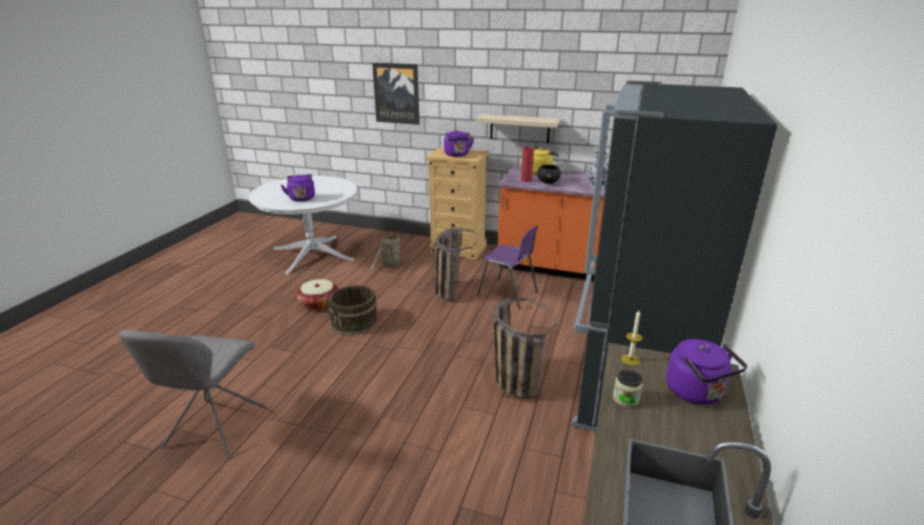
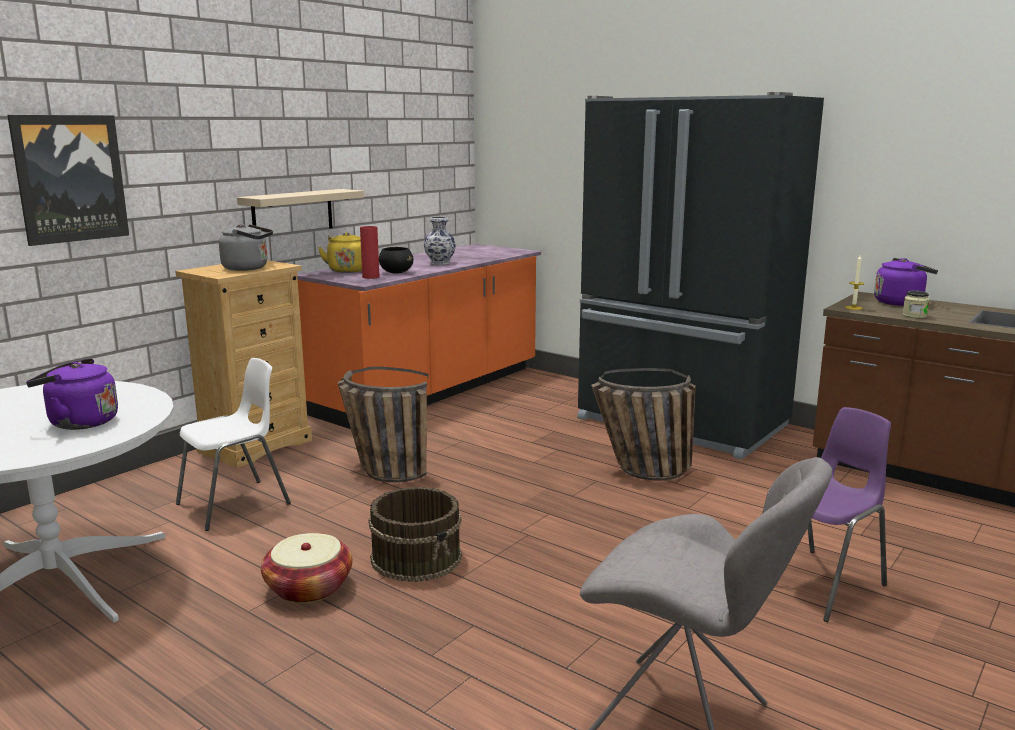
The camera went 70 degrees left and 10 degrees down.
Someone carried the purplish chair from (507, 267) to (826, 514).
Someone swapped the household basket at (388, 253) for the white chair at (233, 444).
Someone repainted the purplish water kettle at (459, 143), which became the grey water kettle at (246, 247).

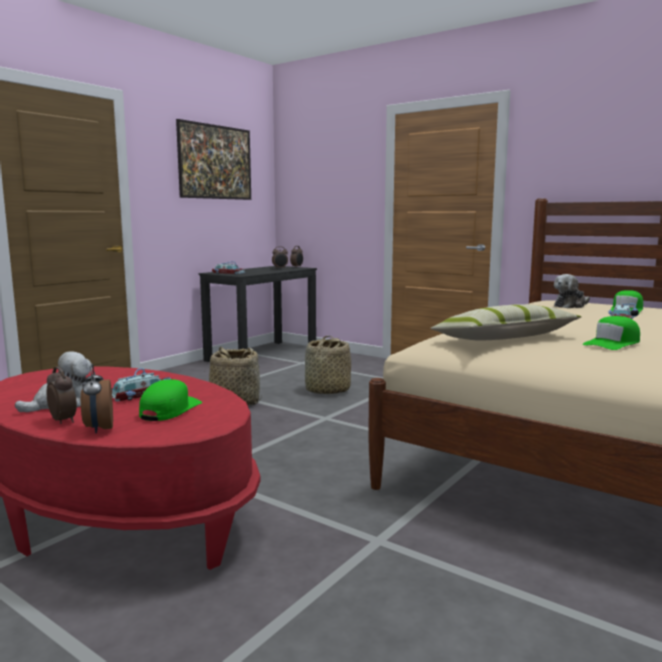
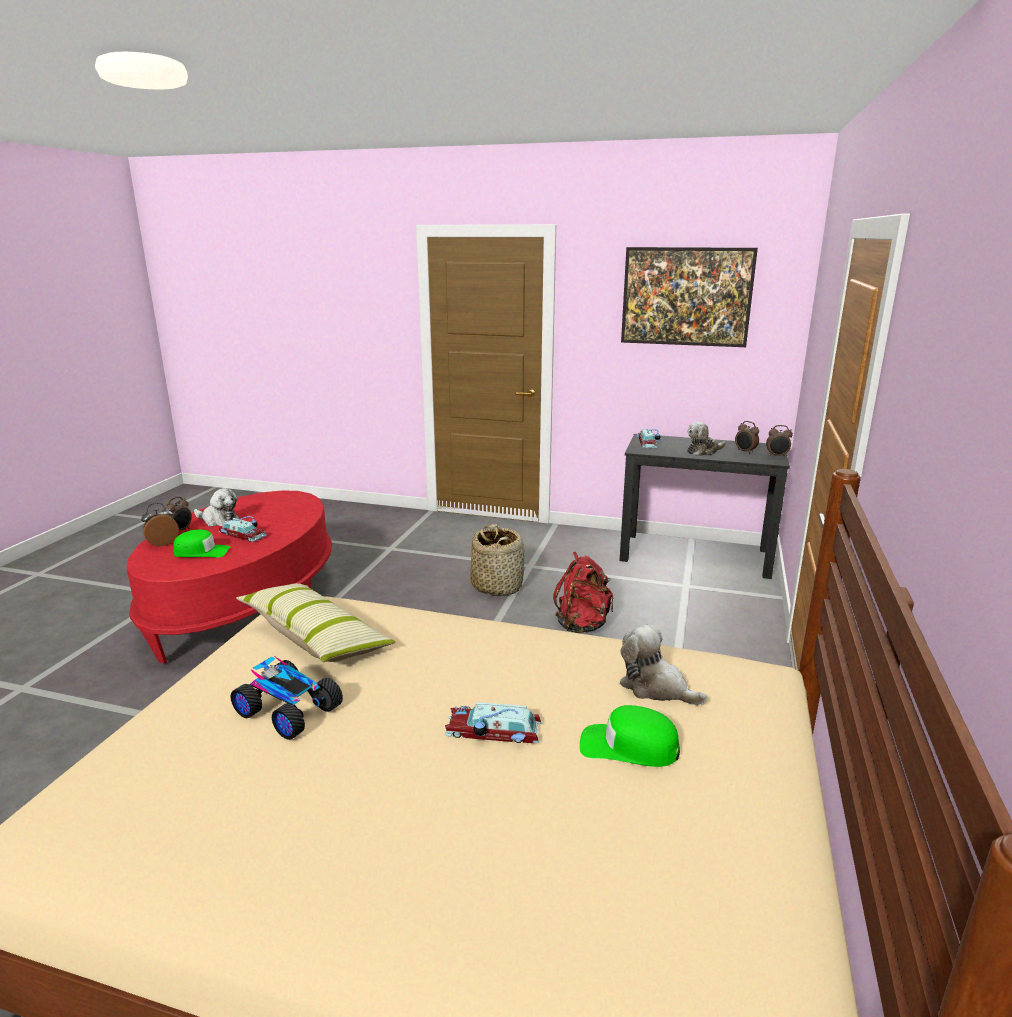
The camera went 70 degrees right and 10 degrees up.
Someone put down the plush toy at (706, 439).
Someone swapped the household basket at (328, 365) for the red-coloured rucksack at (583, 592).
Someone swapped the green-coloured peaked cap at (611, 333) for the model car at (287, 698).

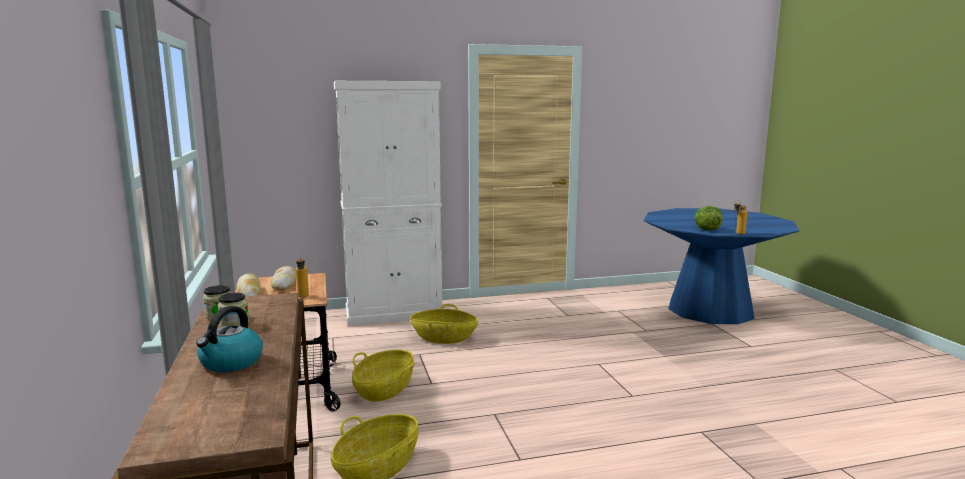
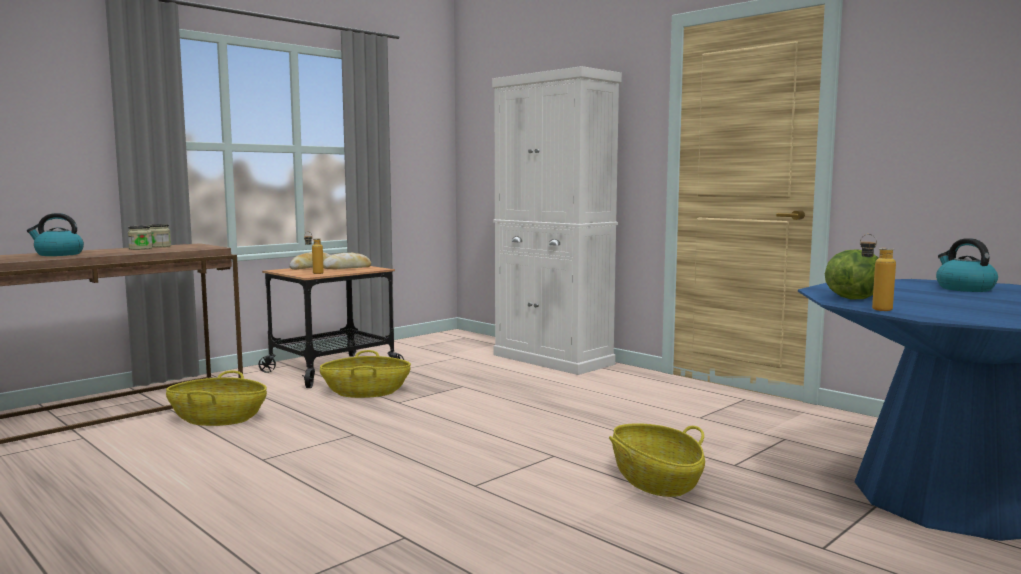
The camera went 60 degrees right and 5 degrees down.
Someone put down the water kettle at (967, 265).
Someone carried the household basket from (444, 324) to (657, 460).

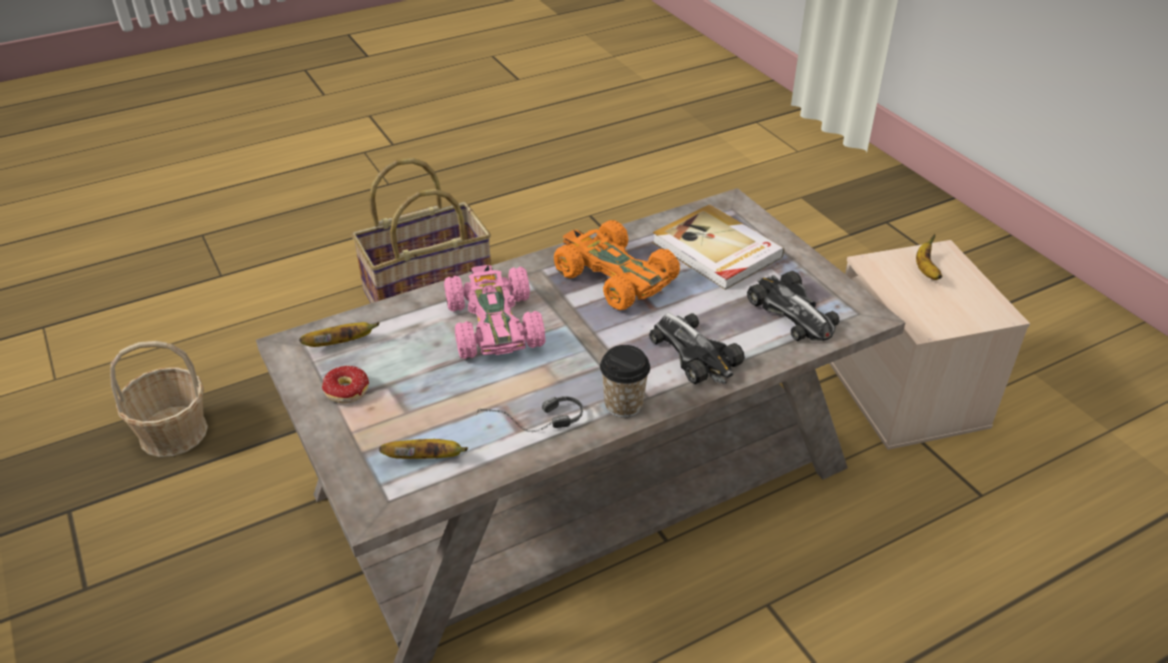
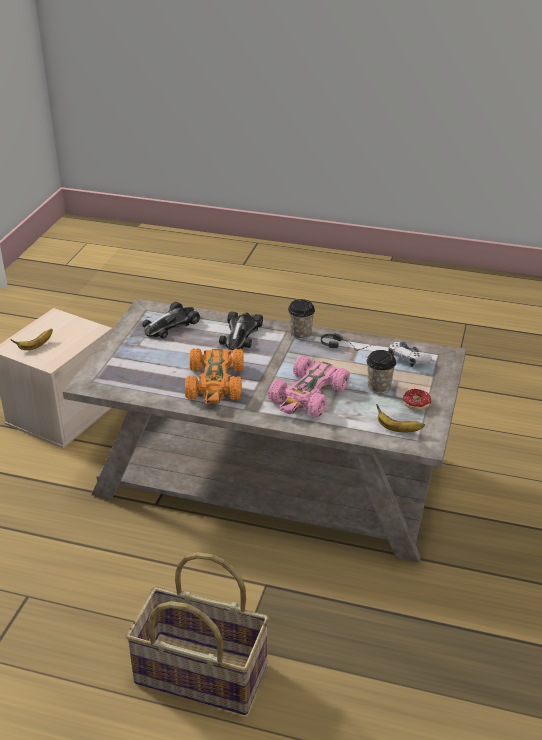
The camera went 135 degrees left and 5 degrees down.
Someone took away the household basket at (159, 399).
Someone took away the volume at (718, 247).
Someone put down the cup at (381, 372).
Someone swapped the banana at (423, 449) for the gamepad at (410, 354).
Someone rotated the model car at (793, 306) by 150 degrees counterclockwise.

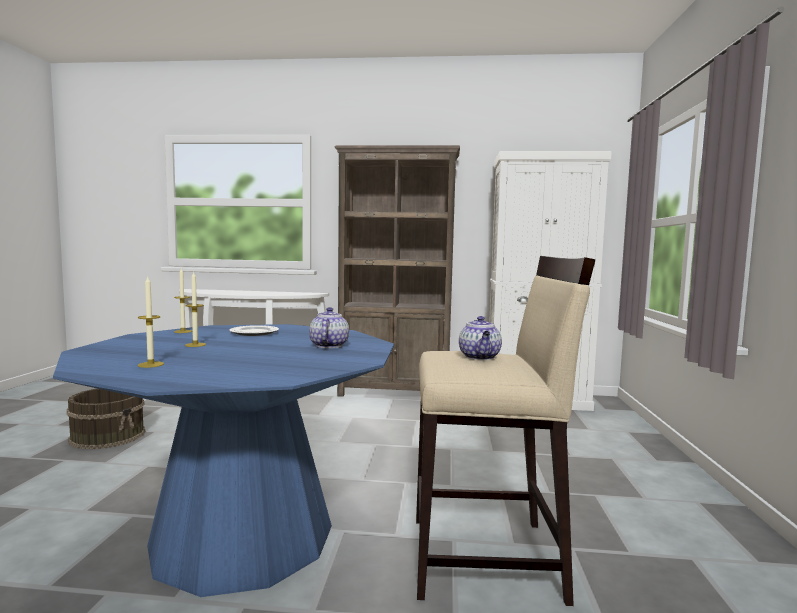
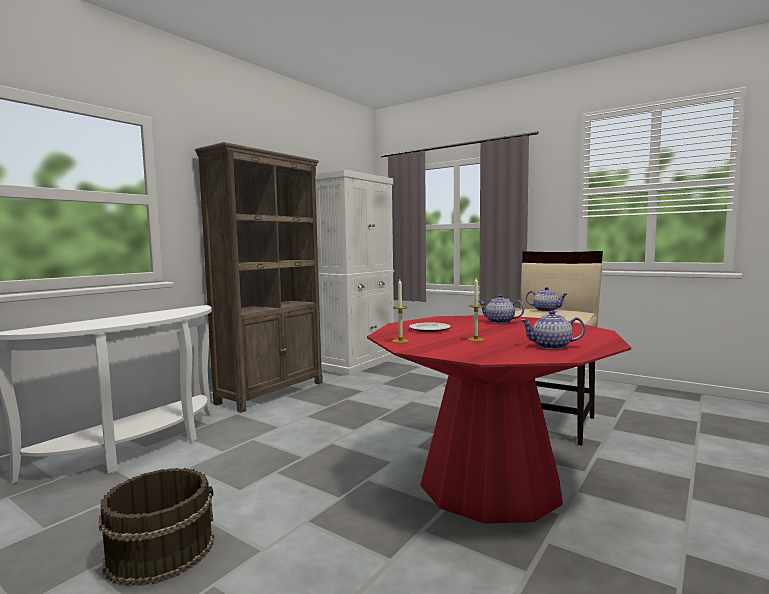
The camera went 60 degrees left and 0 degrees up.
Someone swapped the candle at (151, 321) for the teapot at (553, 329).
Someone repainted the blue dining table at (223, 460), which became the red-coloured dining table at (499, 419).

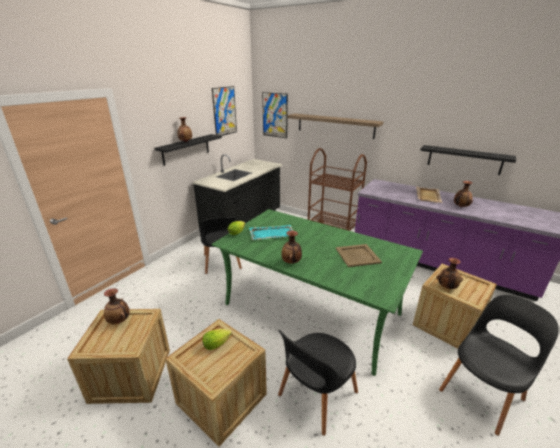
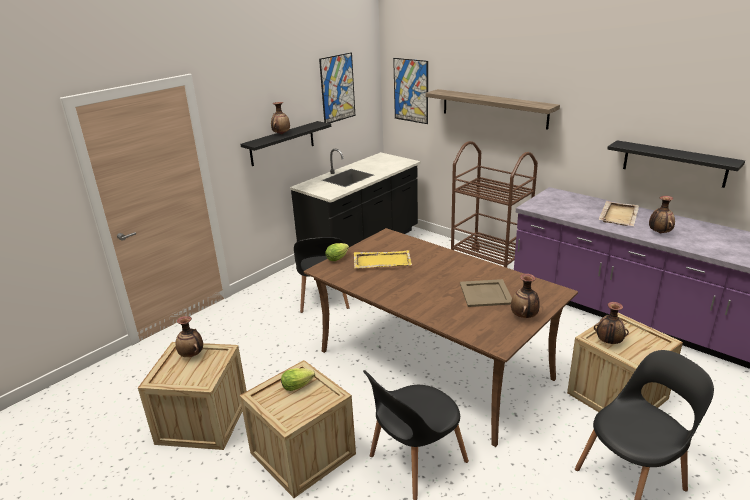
The camera went 10 degrees right and 0 degrees up.
Someone carried the vase from (291, 247) to (525, 296).
Someone repainted the green-coloured dining table at (317, 292), which became the brown dining table at (441, 337).
Someone repainted the blue-green carrying tray at (271, 232), which became the yellow-coloured carrying tray at (383, 259).

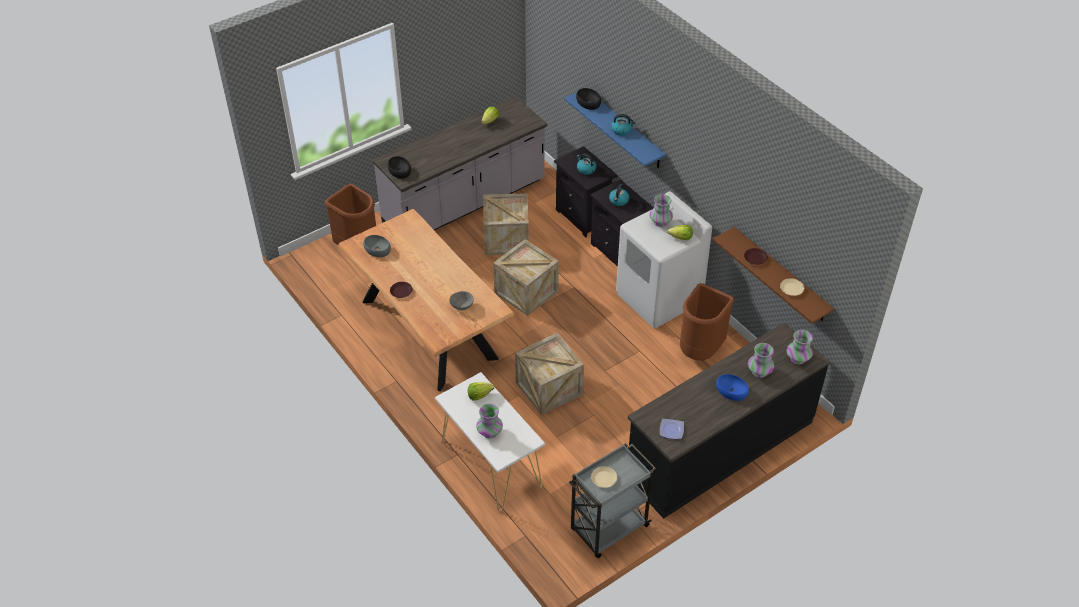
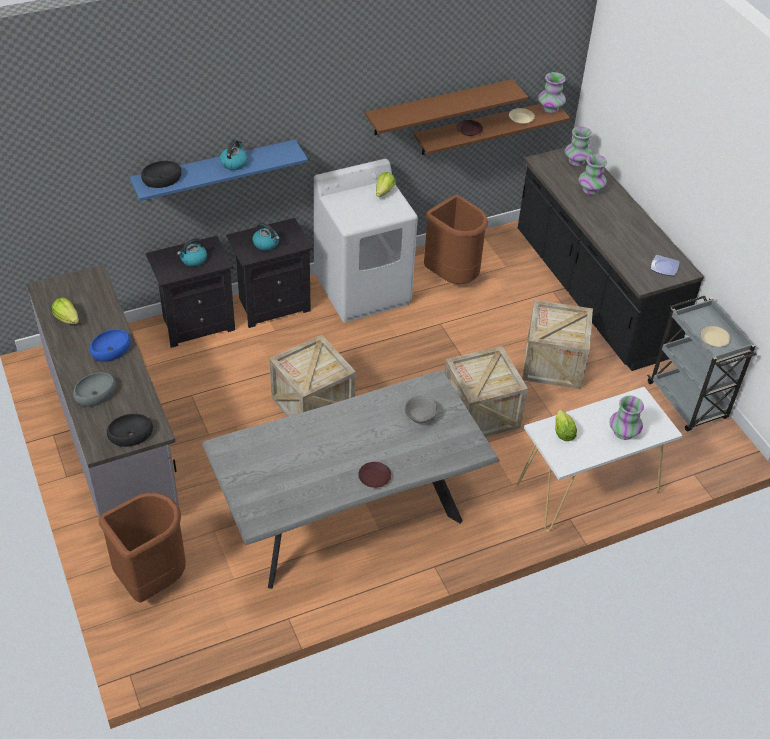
The camera went 80 degrees left and 0 degrees up.
Someone put up the brown shelf at (447, 107).
Someone carried the grey deep dish from (377, 246) to (94, 389).
Someone carried the shipping crate from (506, 224) to (557, 344).
Someone carried the vase from (661, 210) to (552, 92).
Someone carried the blue deep dish from (732, 387) to (110, 345).
Someone repainted the brown dining table at (426, 300), which became the grey dining table at (350, 479).

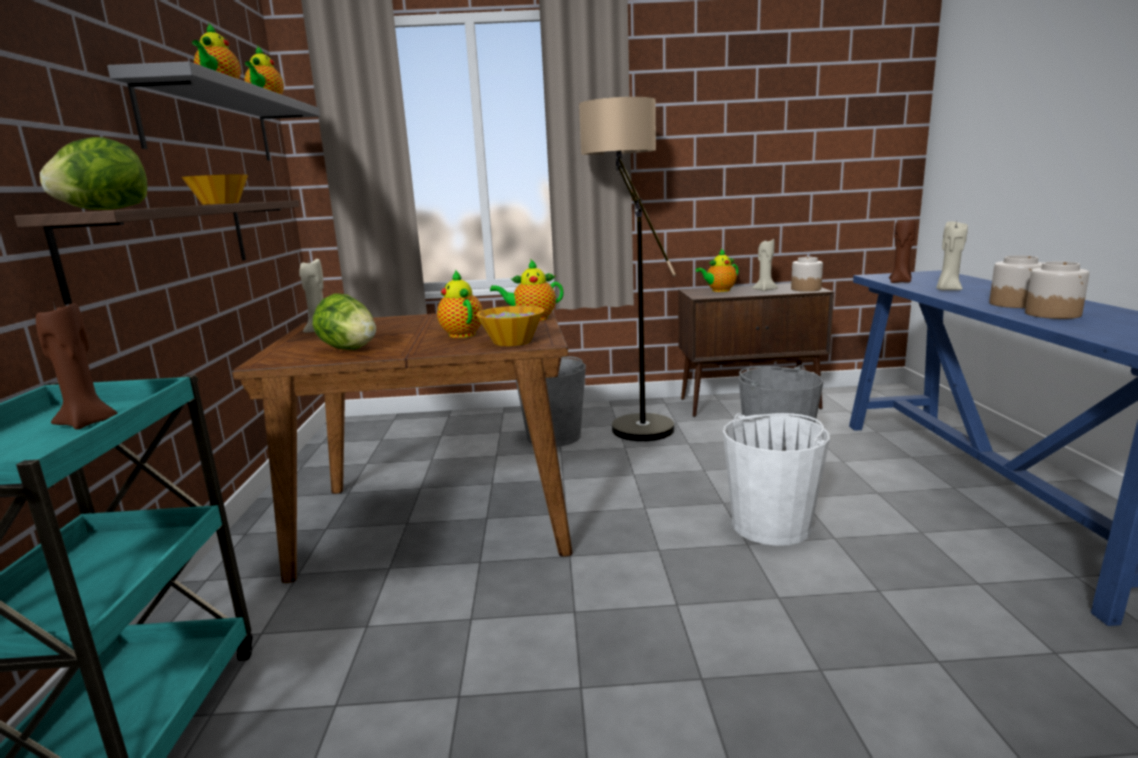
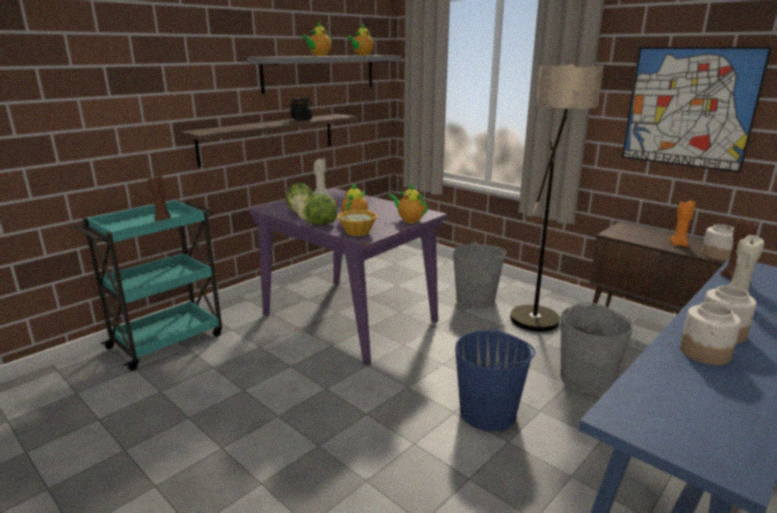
The camera went 45 degrees right and 5 degrees up.
Someone took away the teapot at (717, 270).
Someone put up the wall art at (697, 110).
Someone carried the lettuce head from (94, 173) to (317, 209).
Someone swapped the deep dish at (215, 189) for the blackish preserve jar at (301, 109).
Someone repainted the brown dining table at (402, 447), which became the purplish dining table at (347, 276).
Someone repainted the white pail at (776, 479), which became the blue pail at (495, 379).
Someone repainted the beige-coloured candle at (765, 264), which became the orange-coloured candle at (681, 224).

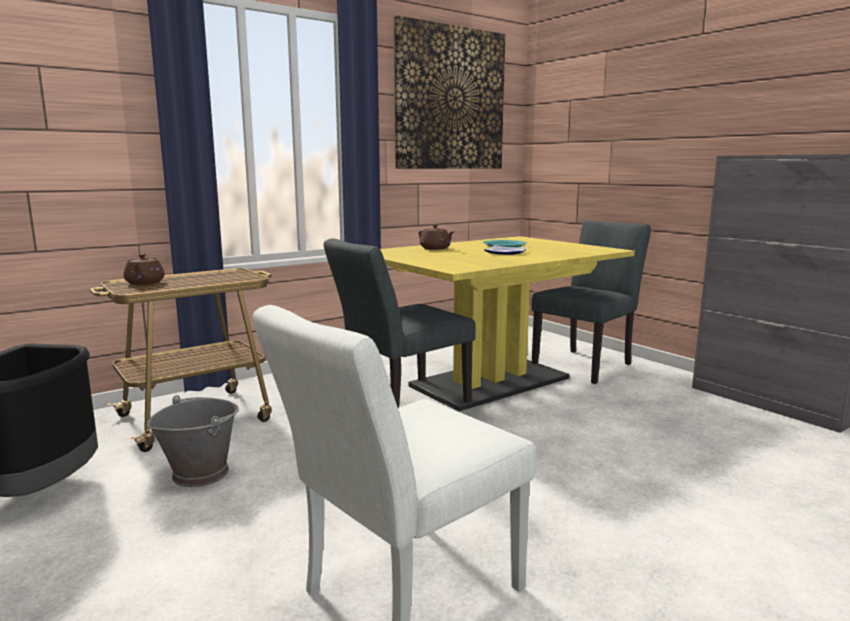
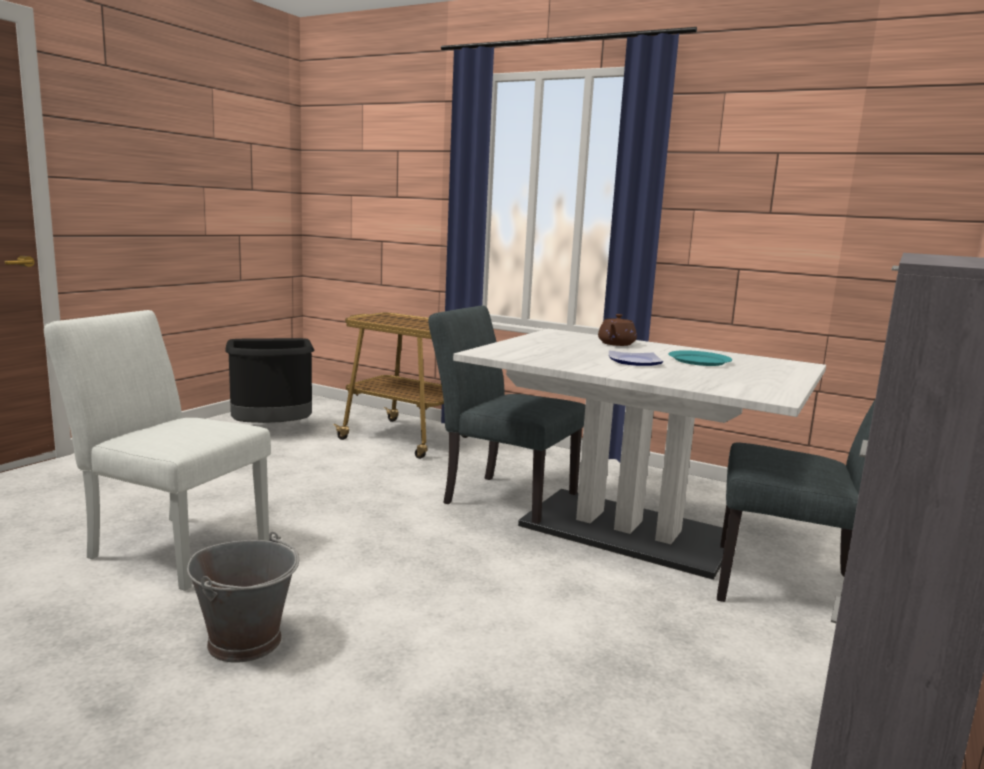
The camera went 65 degrees right and 0 degrees up.
Someone took away the brown teapot at (144, 269).
Someone took away the wall art at (449, 92).
Someone carried the grey pail from (193, 441) to (243, 597).
Someone repainted the yellow-coloured dining table at (507, 323), which became the white dining table at (639, 454).

